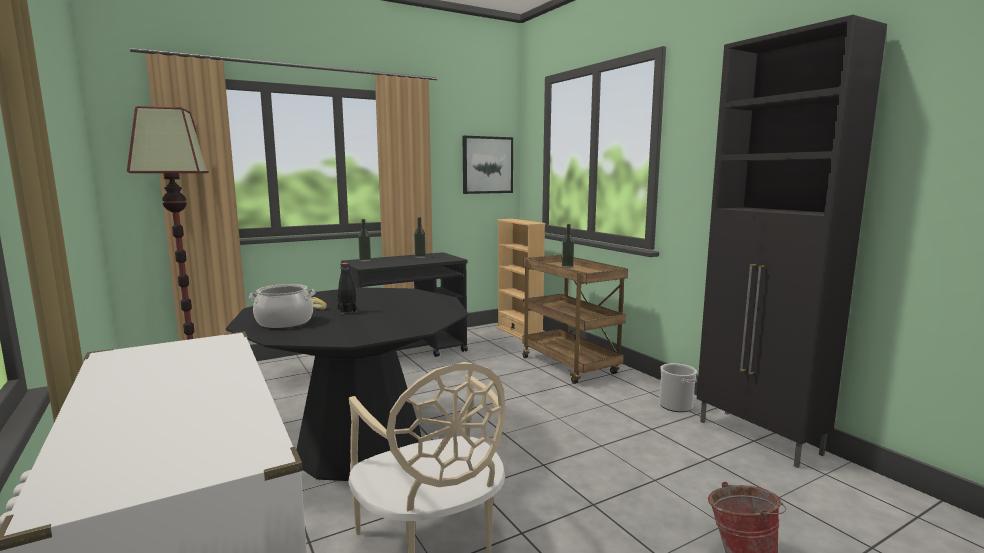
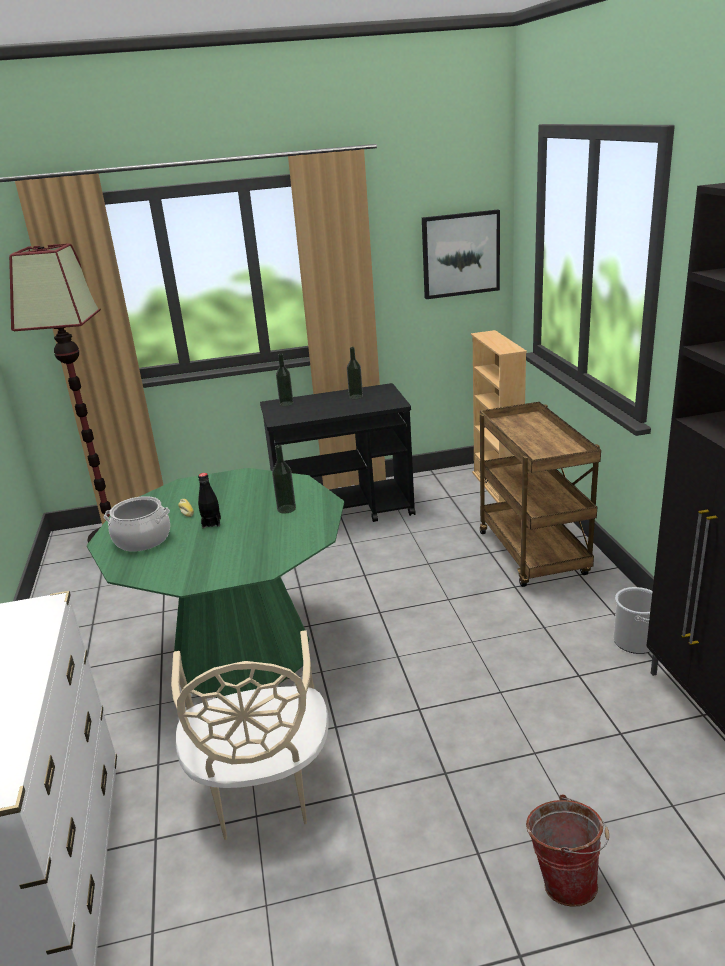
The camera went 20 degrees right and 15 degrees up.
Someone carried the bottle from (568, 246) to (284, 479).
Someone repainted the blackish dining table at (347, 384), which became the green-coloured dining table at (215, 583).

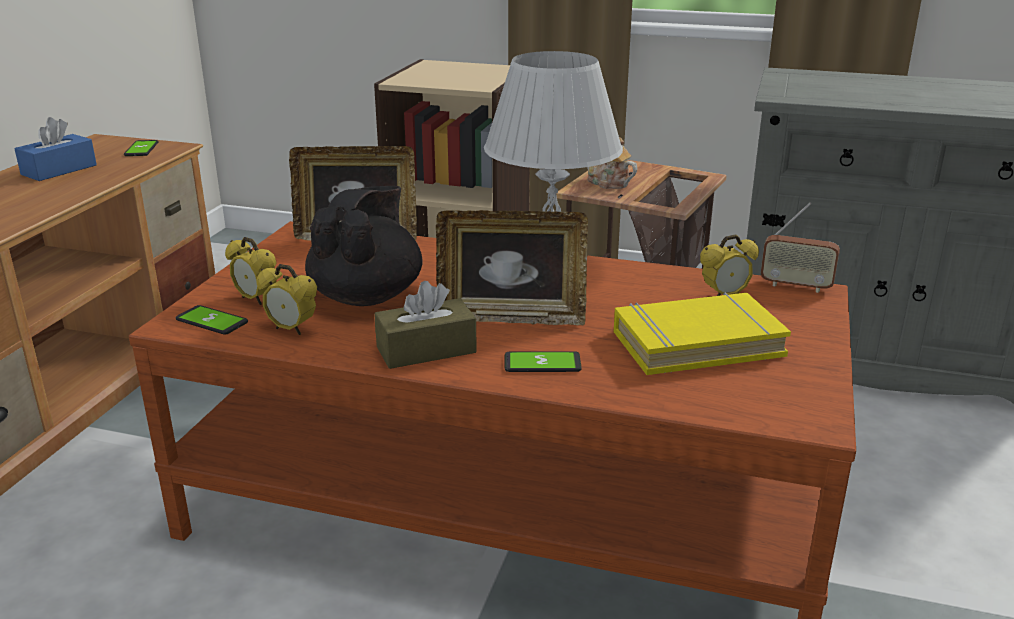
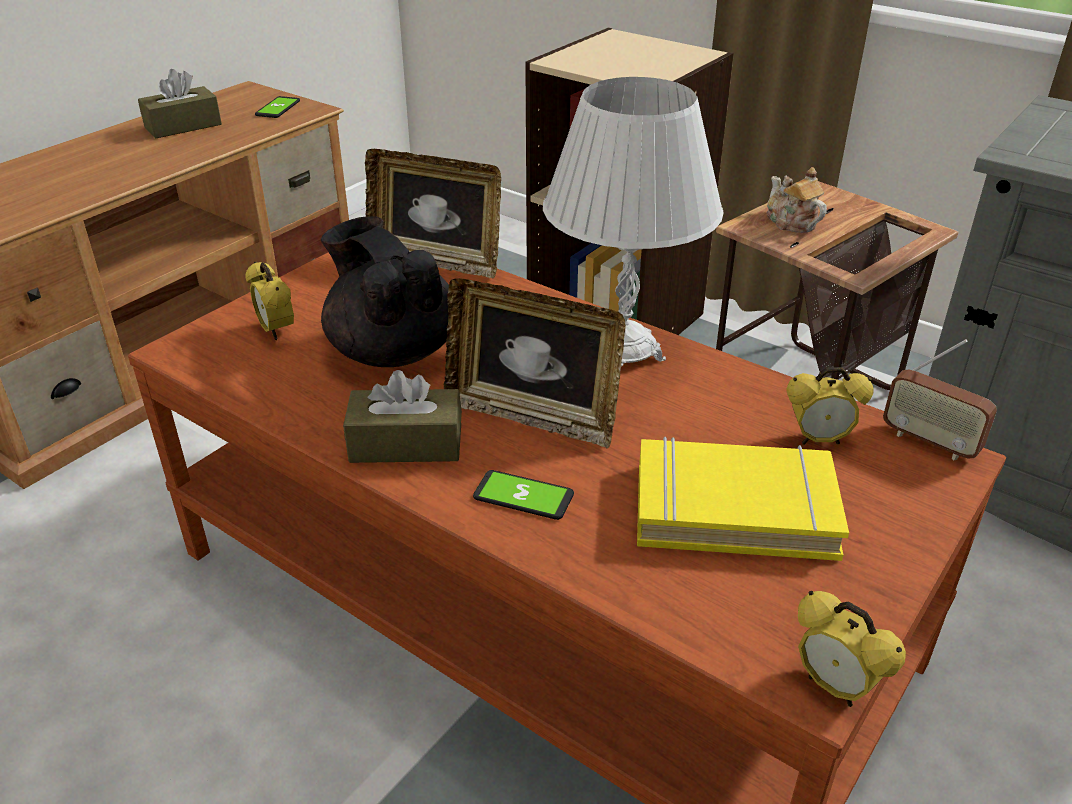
The camera went 20 degrees right and 10 degrees up.
Someone took away the telephone at (212, 320).
Someone carried the bedside clock from (286, 299) to (852, 649).
Someone repainted the blue tissue box at (56, 149), which became the brown tissue box at (180, 103).
Someone rotated the blackish teapot at (363, 246) by 75 degrees counterclockwise.

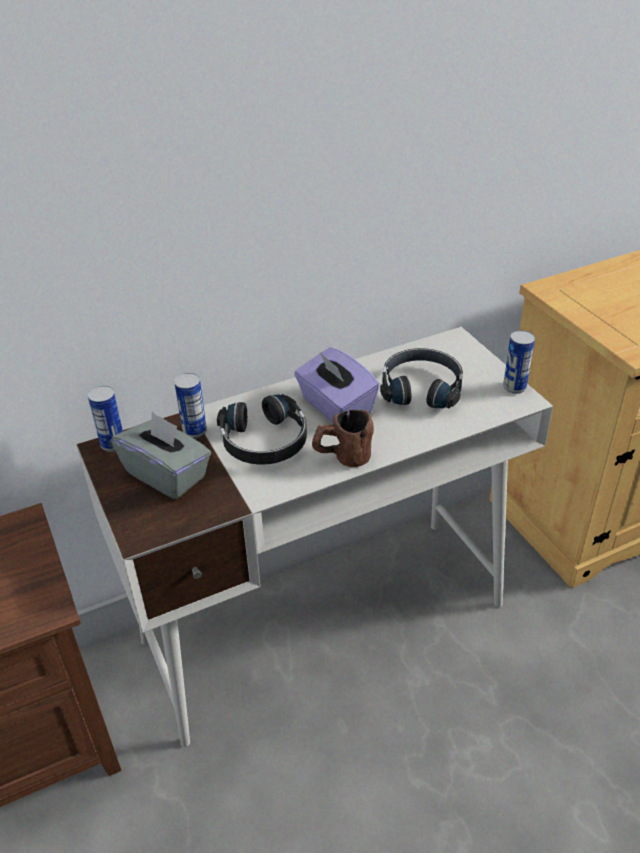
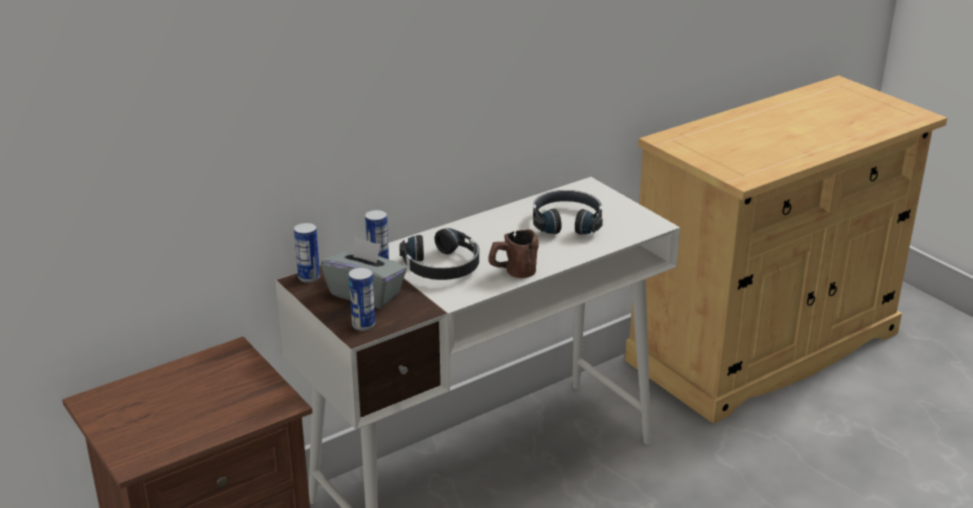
The camera went 10 degrees left and 10 degrees down.
Someone took away the purplish tissue box at (337, 384).
Someone carried the metal can from (519, 362) to (362, 299).

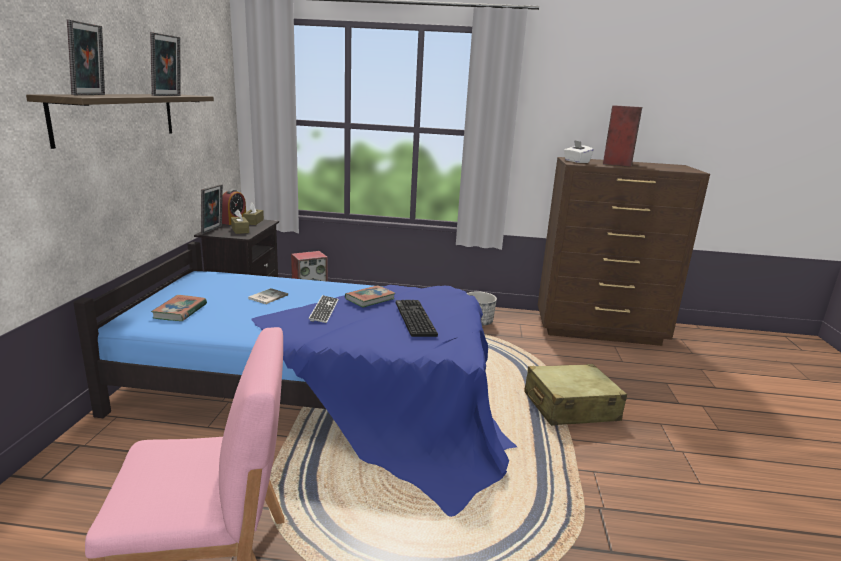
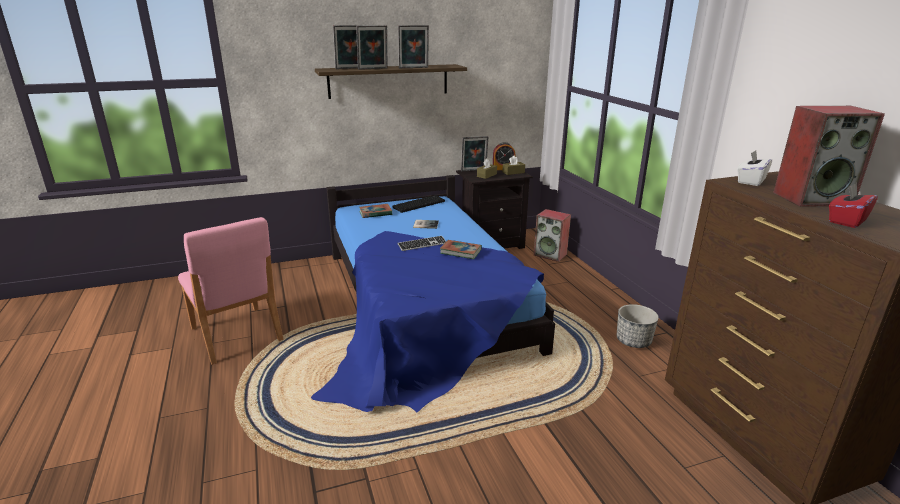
The camera went 65 degrees right and 5 degrees up.
Someone took away the beige-coloured piece of luggage at (575, 395).
Someone put down the standing frame at (372, 47).
Someone put down the red-coloured tissue box at (853, 205).
Someone carried the computer keyboard from (417, 318) to (418, 204).

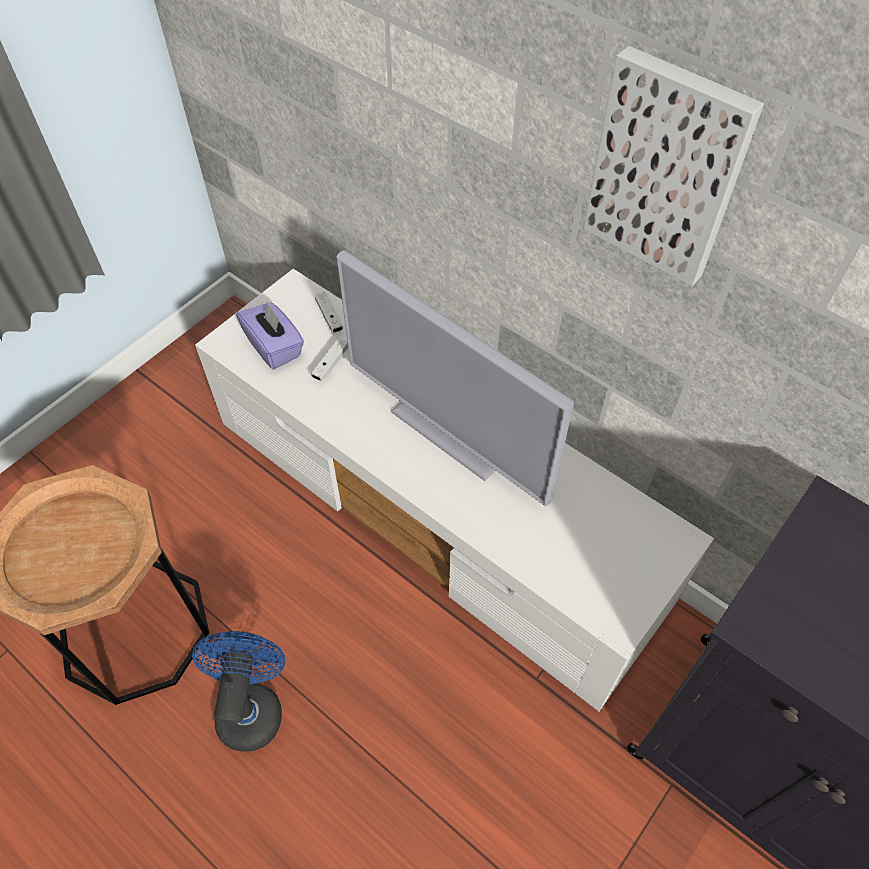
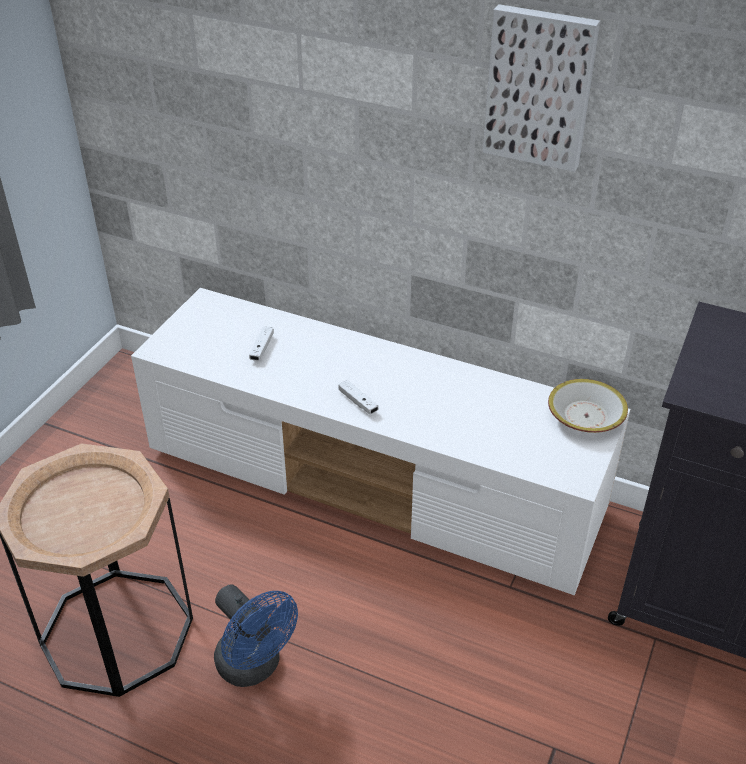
The camera went 15 degrees left and 15 degrees down.
Someone took away the purplish tissue box at (270, 336).
Someone took away the television at (455, 378).
Someone put down the deep dish at (588, 406).
Someone carried the white gamepad from (329, 312) to (359, 397).
Someone rotated the blue fan at (238, 691) by 150 degrees clockwise.

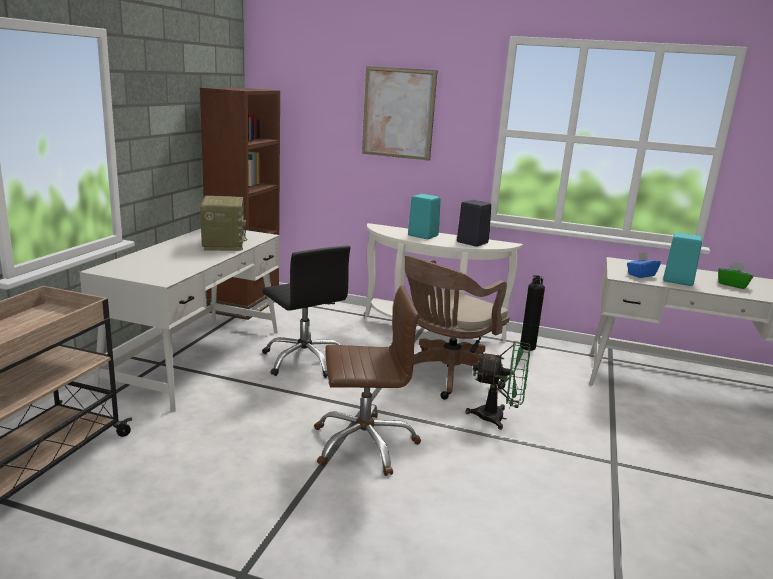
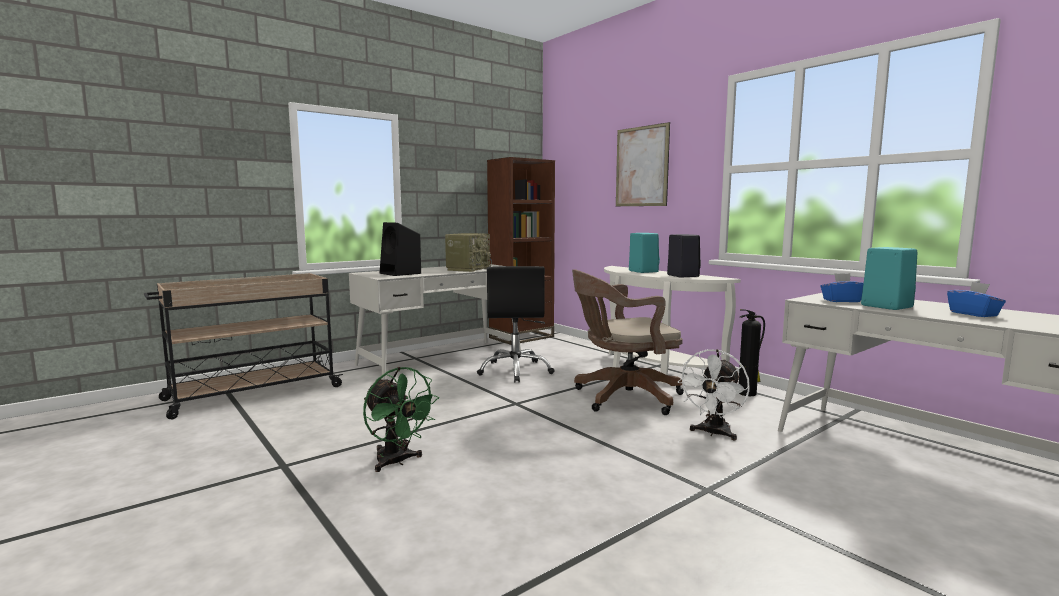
The camera went 35 degrees right and 10 degrees down.
Someone took away the brown desk chair at (367, 381).
Someone put down the blackish audio speaker at (400, 249).
Someone put down the white fan at (714, 395).
Someone carried the green-coloured fan from (497, 385) to (401, 419).
Someone repainted the green-coloured tissue box at (736, 275), which became the blue tissue box at (976, 299).

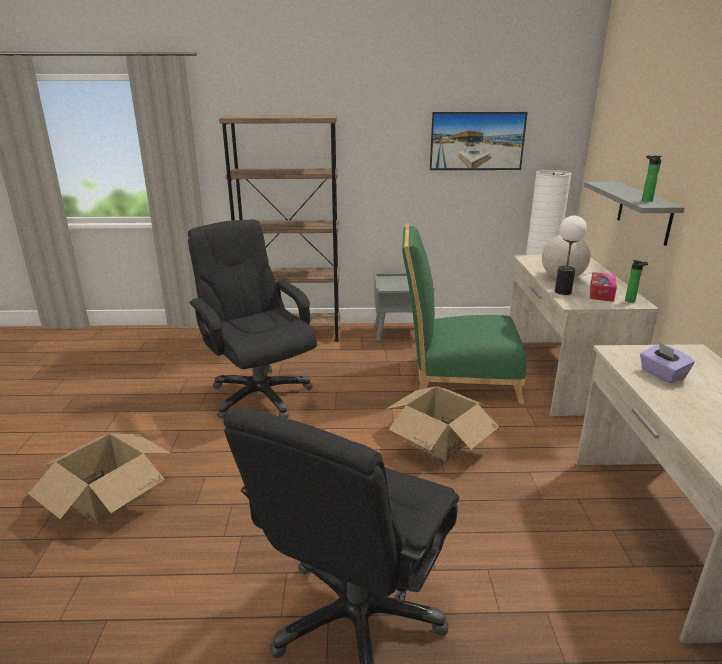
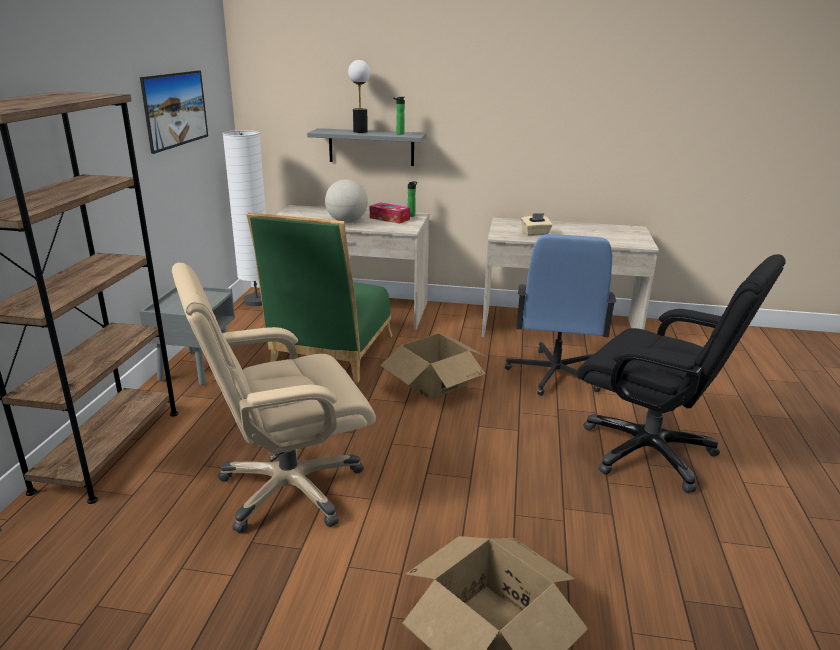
The camera went 80 degrees left and 0 degrees up.
Someone put down the blue desk chair at (560, 315).
Someone carried the tabletop lamp from (571, 255) to (359, 96).
Someone repainted the blackish desk chair at (252, 319), which became the beige-coloured desk chair at (274, 398).
Someone repainted the purplish tissue box at (667, 362), which became the beige-coloured tissue box at (537, 224).

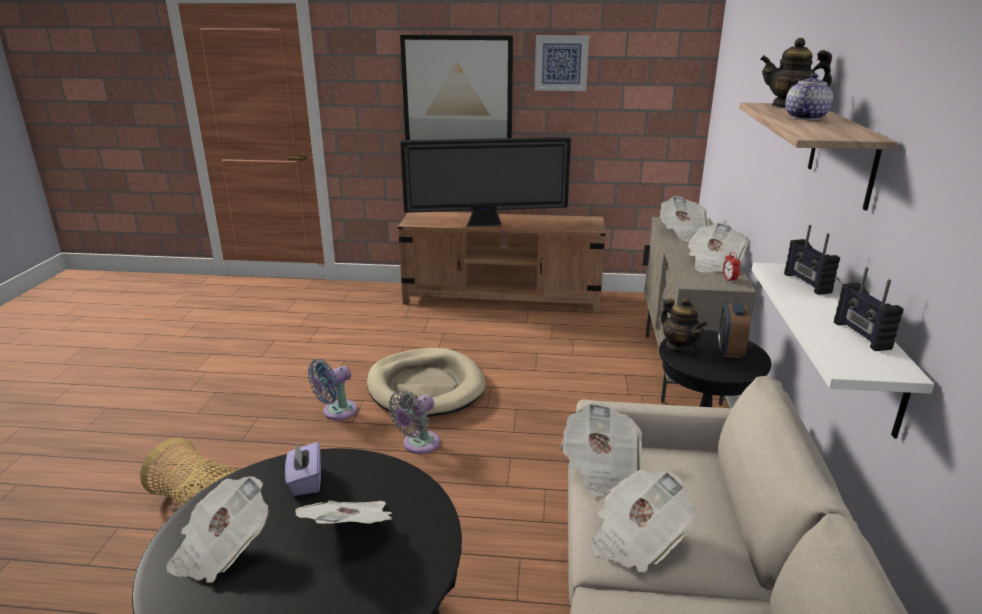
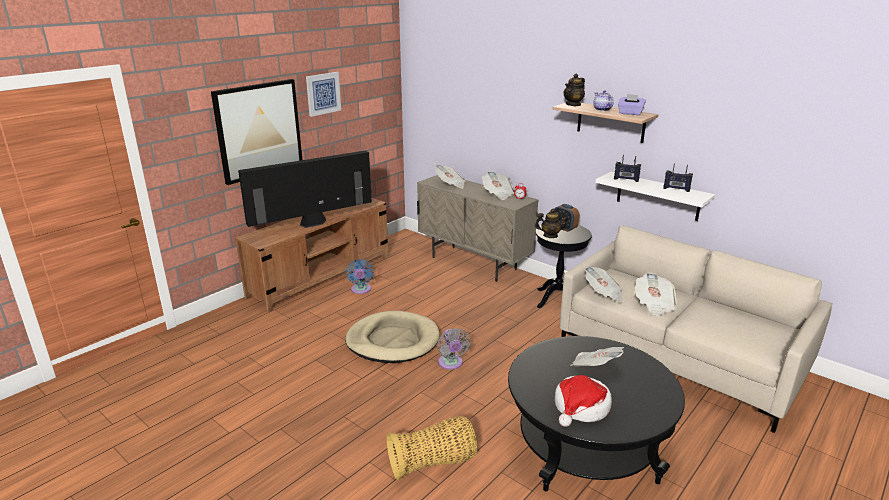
The camera went 55 degrees left and 0 degrees up.
Someone carried the purplish tissue box from (303, 469) to (632, 104).
Someone carried the blue fan from (333, 389) to (359, 276).
Someone swapped the daily paper at (217, 529) for the hat at (583, 401).
Someone rotated the television at (485, 182) by 150 degrees counterclockwise.

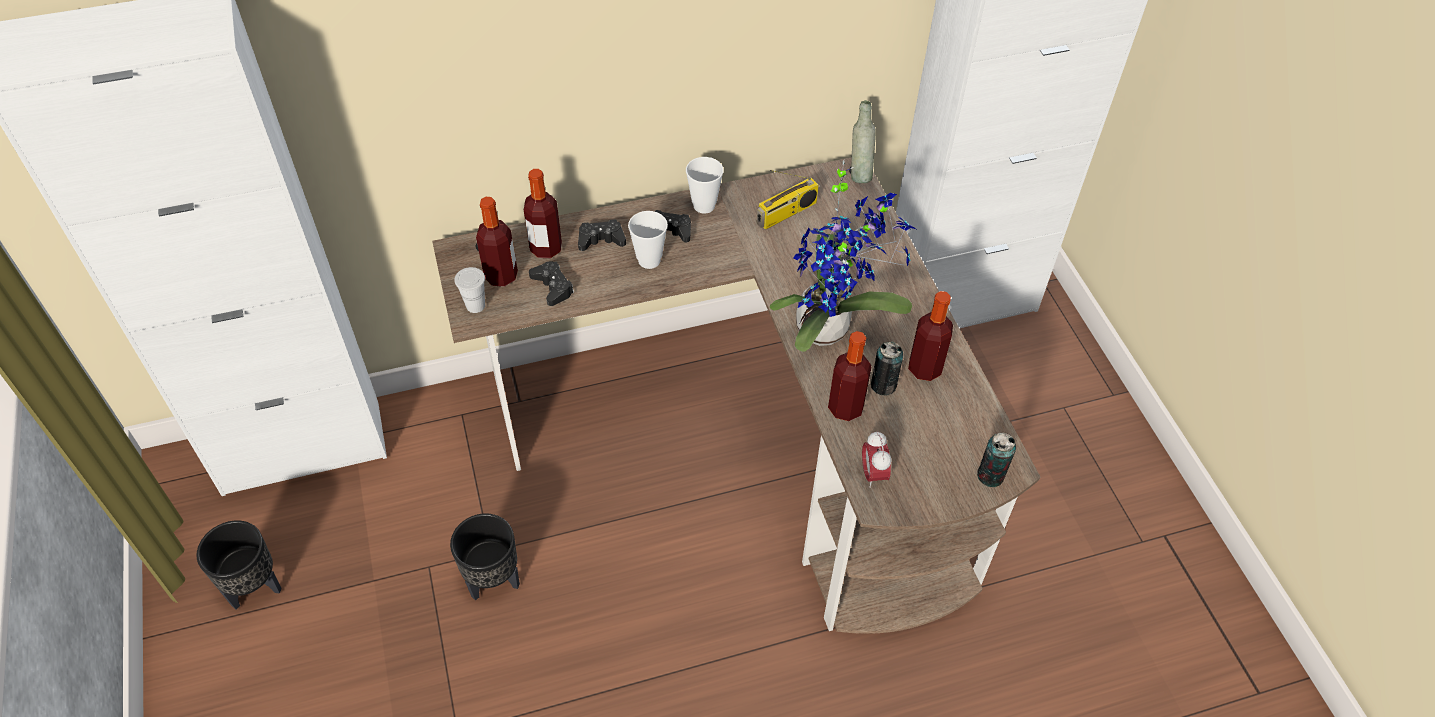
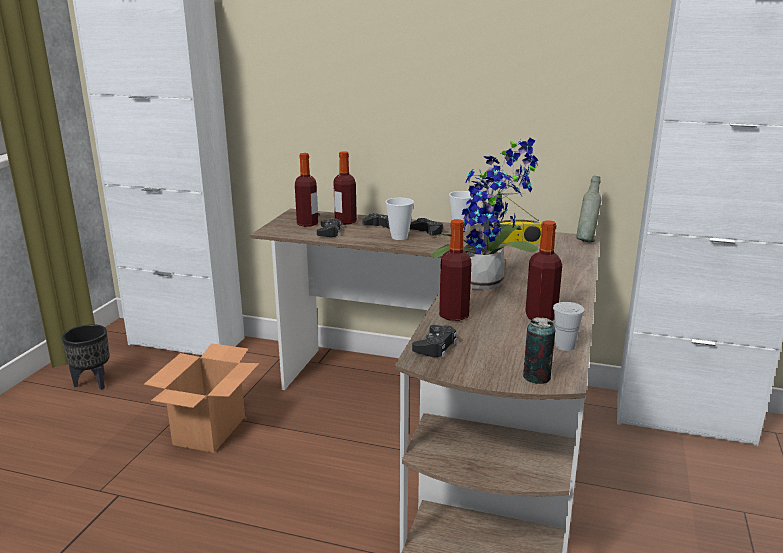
The camera went 35 degrees right and 30 degrees down.
Someone took away the metal can at (887, 368).
Someone carried the white cup from (469, 290) to (569, 326).
Someone swapped the blackish planter at (485, 557) for the carton at (202, 398).
Someone swapped the bedside clock at (876, 459) for the blackish gamepad at (434, 341).

